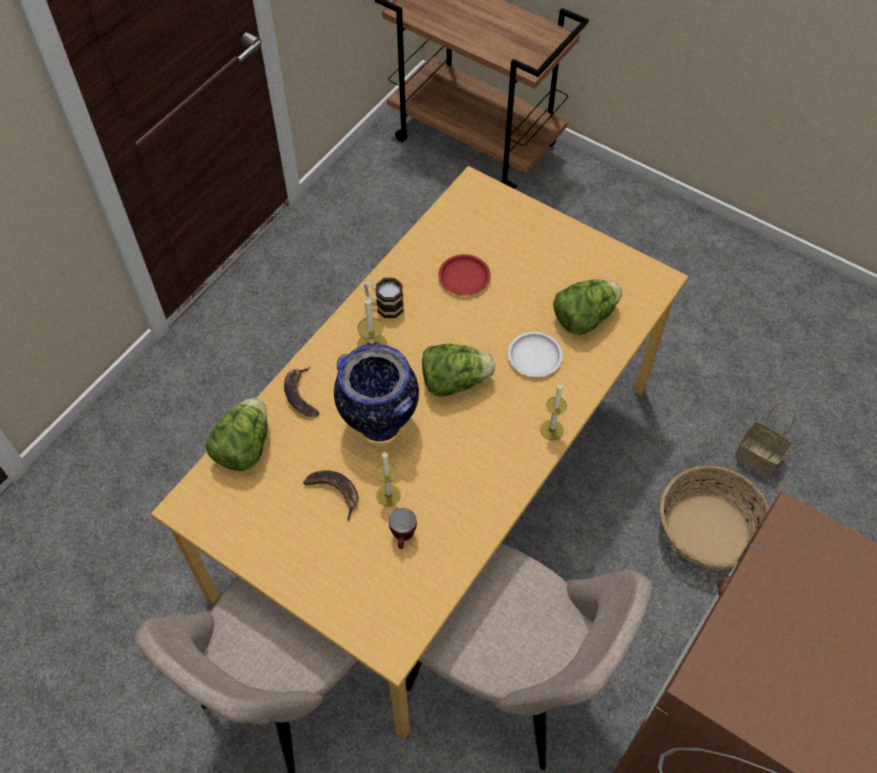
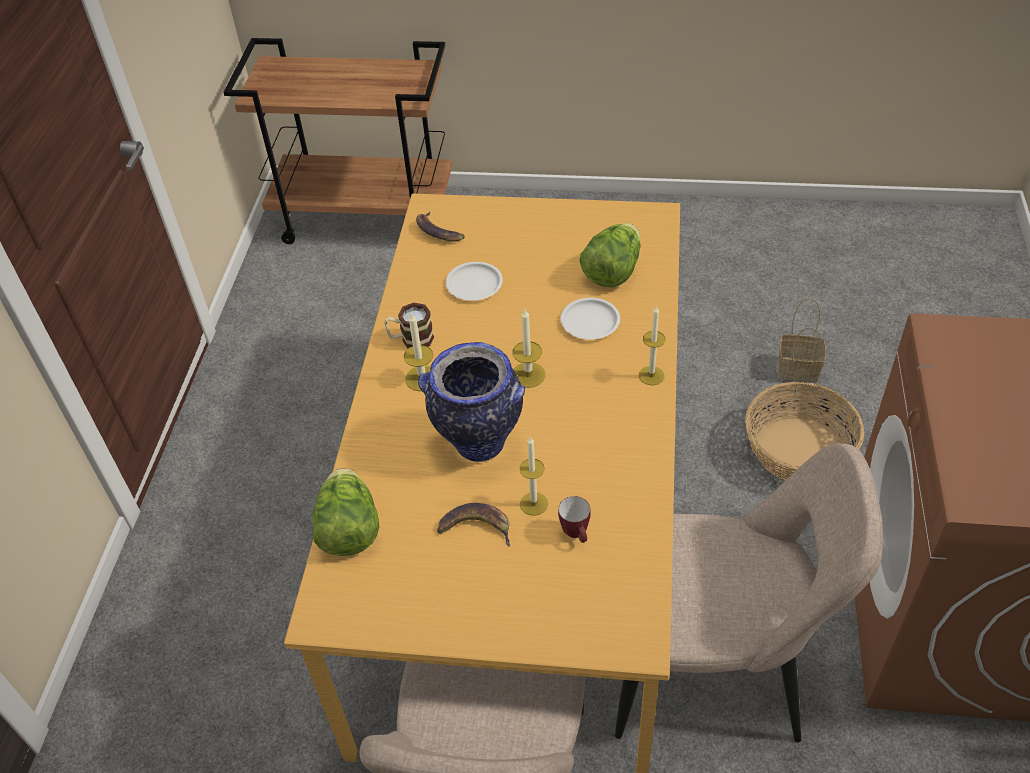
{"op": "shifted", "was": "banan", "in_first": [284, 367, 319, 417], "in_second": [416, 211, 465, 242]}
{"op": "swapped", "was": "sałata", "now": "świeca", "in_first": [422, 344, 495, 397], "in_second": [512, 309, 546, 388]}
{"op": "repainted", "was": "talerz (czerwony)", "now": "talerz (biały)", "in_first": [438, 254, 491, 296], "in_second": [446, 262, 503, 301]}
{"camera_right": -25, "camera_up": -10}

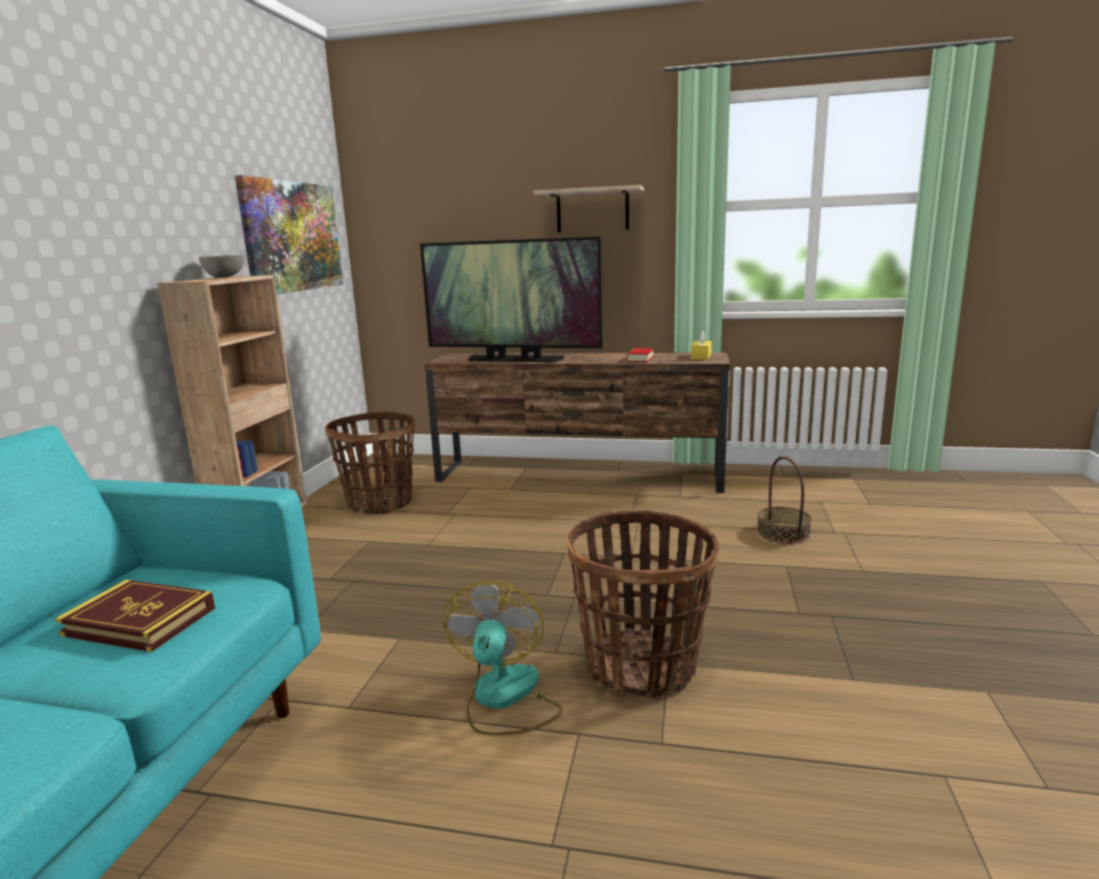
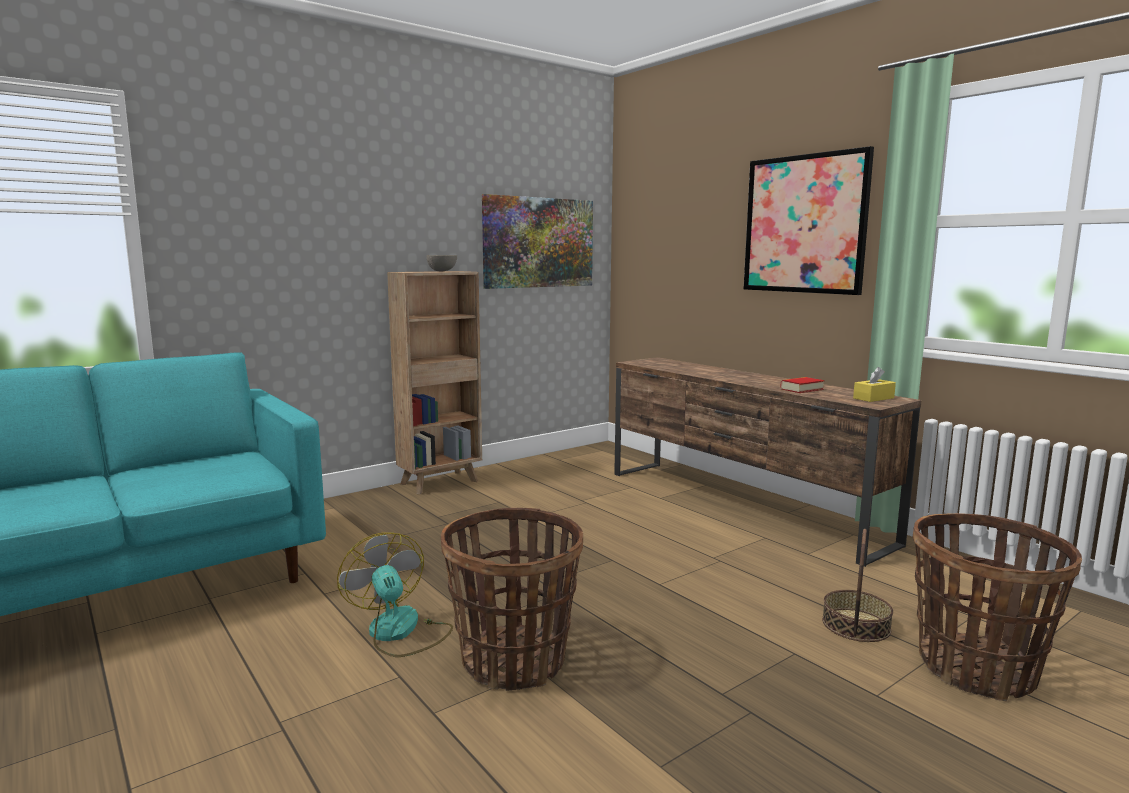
{"op": "gone", "was": "książka", "in_first": [55, 580, 215, 652]}
{"op": "shifted", "was": "koszyk", "in_first": [325, 412, 415, 515], "in_second": [913, 513, 1082, 701]}
{"op": "gone", "was": "telewizor", "in_first": [420, 237, 603, 362]}
{"op": "rotated", "was": "wentylator", "in_first": [443, 581, 562, 736], "in_second": [337, 532, 453, 657], "clockwise": -75}
{"op": "swapped", "was": "półka", "now": "obraz", "in_first": [533, 185, 644, 233], "in_second": [744, 146, 874, 295]}
{"camera_right": 40, "camera_up": -5}

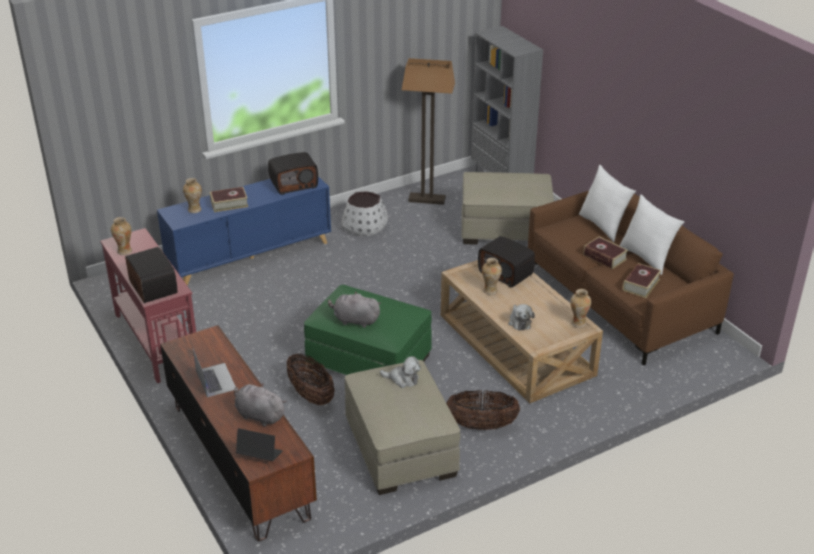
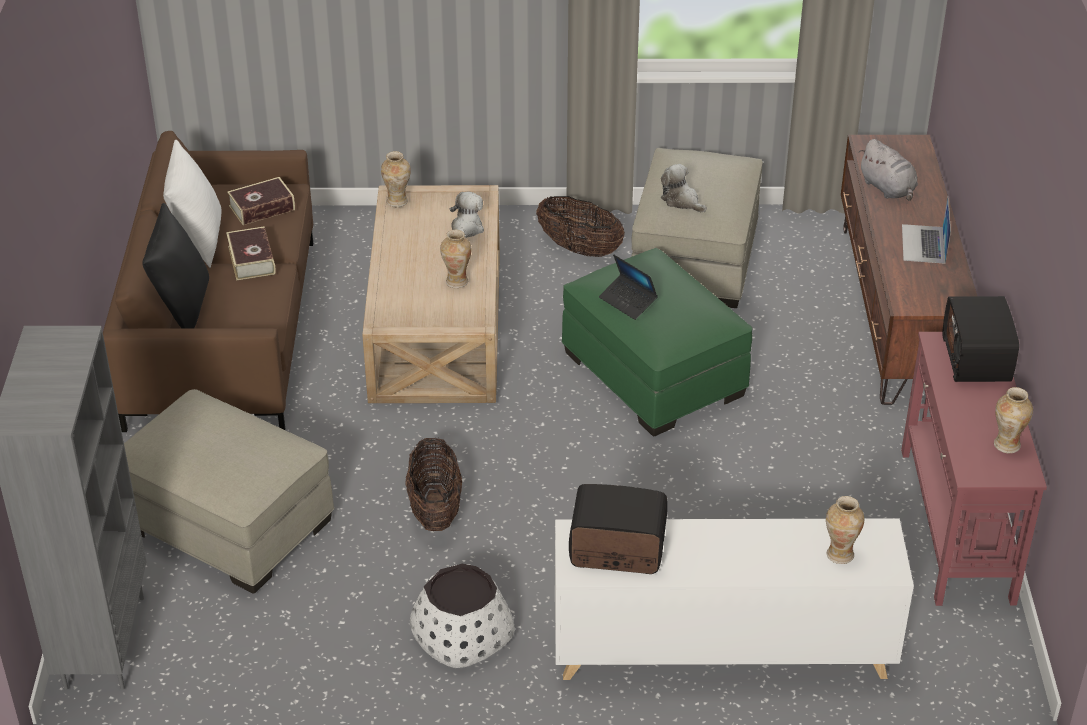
{"op": "repainted", "was": "szafka (niebieski)", "now": "szafka (biały)", "in_first": [157, 176, 331, 286], "in_second": [555, 518, 914, 680]}
{"op": "gone", "was": "książka", "in_first": [210, 187, 248, 212]}
{"op": "shifted", "was": "laptop", "in_first": [236, 428, 283, 461], "in_second": [599, 255, 658, 320]}
{"op": "shifted", "was": "koszyk", "in_first": [287, 354, 335, 405], "in_second": [405, 437, 462, 531]}
{"op": "gone", "was": "pluszak (szary)", "in_first": [328, 291, 381, 328]}
{"op": "gone", "was": "lampa stojąca", "in_first": [402, 58, 455, 205]}
{"op": "gone", "was": "radio", "in_first": [478, 236, 535, 288]}
{"op": "repainted", "was": "poduszka (biały)", "now": "poduszka (czarny)", "in_first": [579, 165, 636, 242], "in_second": [142, 203, 209, 329]}
{"camera_right": -150, "camera_up": 5}

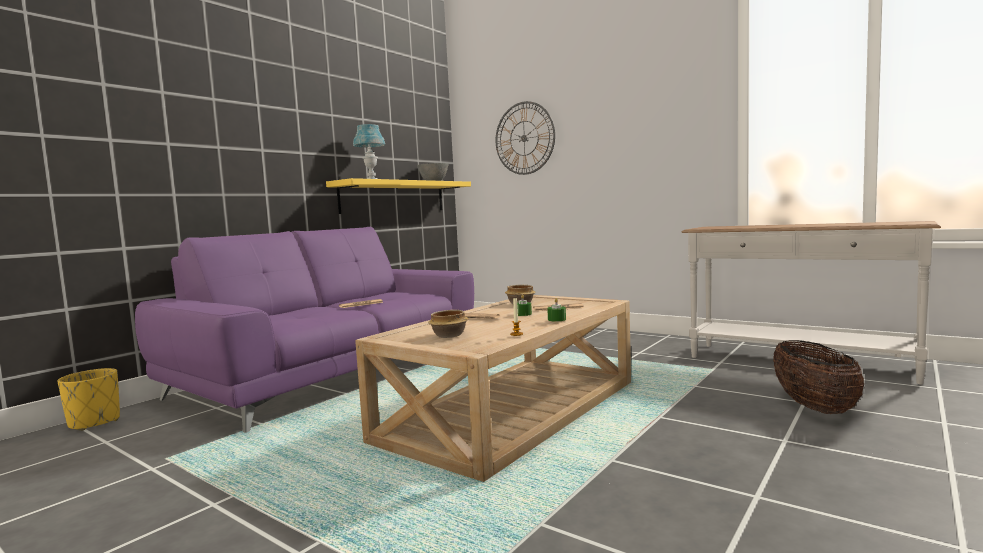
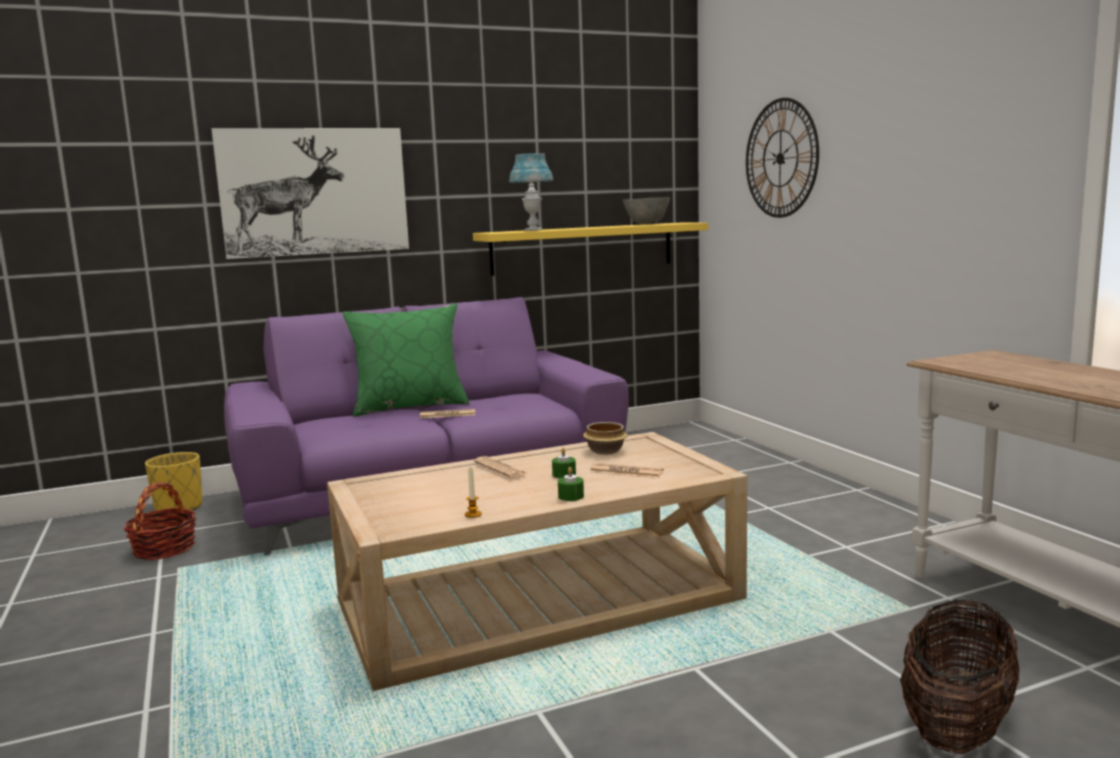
{"op": "gone", "was": "miska", "in_first": [428, 310, 468, 338]}
{"op": "new", "now": "koszyk", "in_second": [124, 482, 197, 560]}
{"op": "new", "now": "obraz", "in_second": [211, 128, 409, 259]}
{"op": "new", "now": "poduszka (zielony)", "in_second": [343, 303, 469, 416]}
{"camera_right": 30, "camera_up": 5}

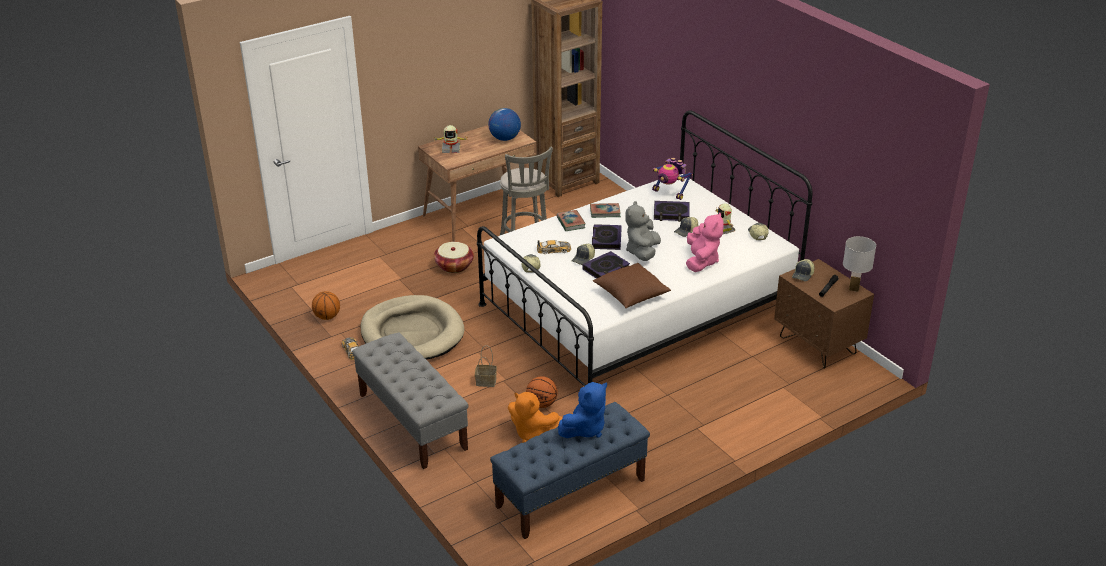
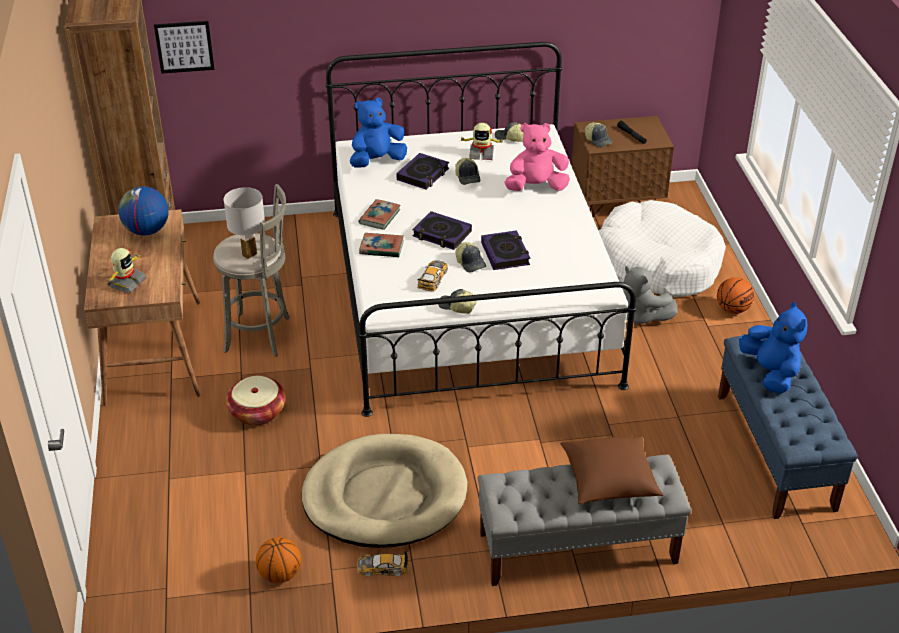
{"op": "gone", "was": "koszyk", "in_first": [475, 345, 497, 387]}
{"op": "gone", "was": "pluszak (pomarańczowy)", "in_first": [508, 392, 562, 443]}
{"op": "shifted", "was": "piłka do koszykówki", "in_first": [526, 376, 557, 408], "in_second": [717, 277, 754, 314]}
{"op": "shifted", "was": "poduszka (brązowy)", "in_first": [593, 263, 671, 308], "in_second": [560, 436, 663, 504]}
{"op": "shifted", "was": "pluszak (szary)", "in_first": [625, 201, 661, 261], "in_second": [618, 266, 678, 324]}
{"op": "swapped", "was": "robot zabawkowy", "now": "pluszak (niebieski)", "in_first": [652, 158, 693, 200], "in_second": [350, 98, 407, 168]}
{"op": "rotated", "was": "pluszak (różowy)", "in_first": [686, 212, 724, 272], "in_second": [505, 123, 570, 191], "clockwise": -45}
{"op": "shifted", "was": "lampa stołowa (biały)", "in_first": [843, 236, 876, 292], "in_second": [223, 187, 265, 259]}
{"op": "new", "now": "obraz", "in_second": [154, 21, 215, 74]}
{"op": "new", "now": "legowisko (biały)", "in_second": [598, 200, 726, 298]}
{"camera_right": -65, "camera_up": 5}

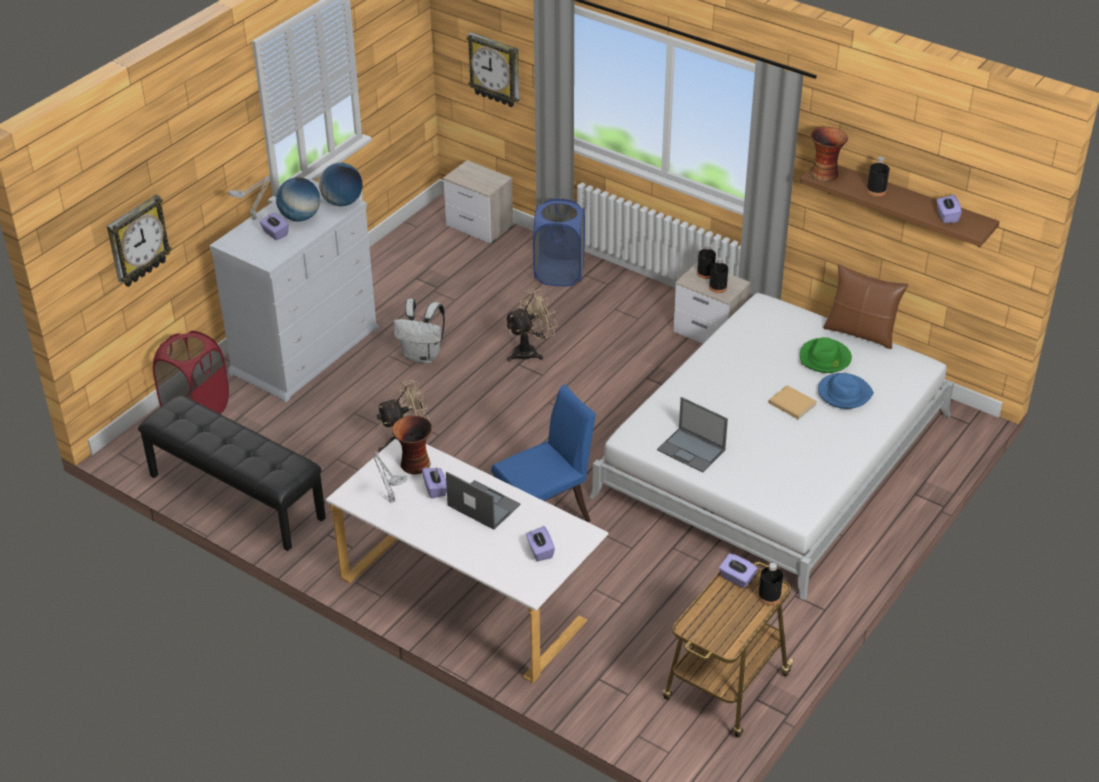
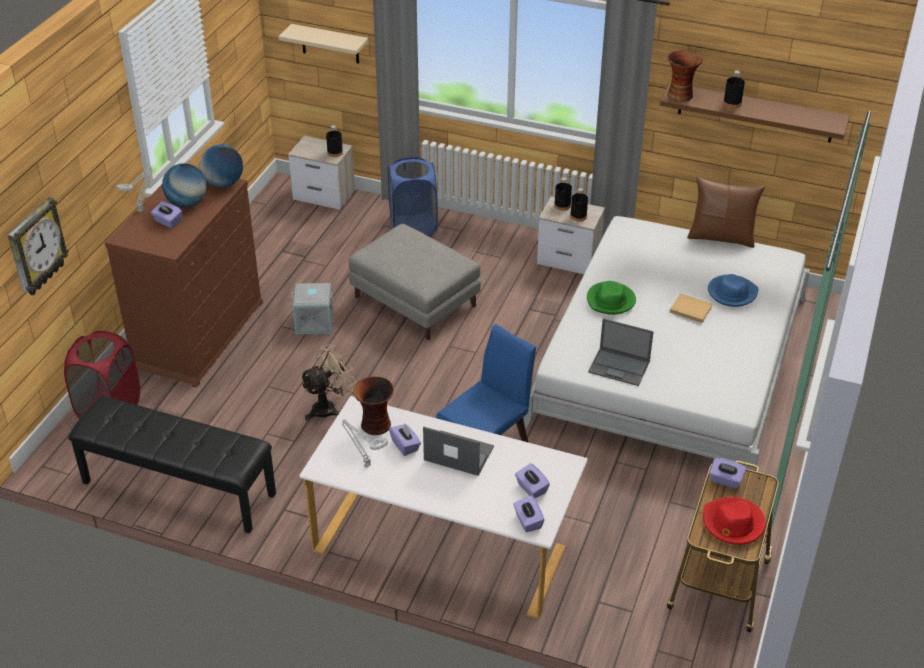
{"op": "repainted", "was": "komoda (biały)", "now": "komoda (brązowy)", "in_first": [209, 178, 379, 403], "in_second": [105, 179, 263, 388]}
{"op": "swapped", "was": "plecak (biały)", "now": "pojemnik do przechowywania (szary)", "in_first": [394, 299, 445, 363], "in_second": [291, 283, 333, 334]}
{"op": "swapped", "was": "zegar ścienny", "now": "półka (beżowy)", "in_first": [466, 32, 519, 107], "in_second": [278, 24, 368, 64]}
{"op": "swapped", "was": "wentylator (beżowy)", "now": "pufa (szary)", "in_first": [504, 289, 558, 362], "in_second": [349, 224, 481, 340]}
{"op": "shifted", "was": "butelka (czarny)", "in_first": [758, 563, 783, 605], "in_second": [326, 125, 343, 157]}
{"op": "shifted", "was": "kapelusz (zielony)", "in_first": [800, 337, 852, 373], "in_second": [587, 281, 636, 315]}
{"op": "shifted", "was": "pudełko chusteczek (fioletowy)", "in_first": [936, 195, 962, 223], "in_second": [513, 495, 544, 532]}
{"op": "new", "now": "kapelusz (czerwony)", "in_second": [703, 497, 766, 545]}
{"camera_right": -15, "camera_up": 0}

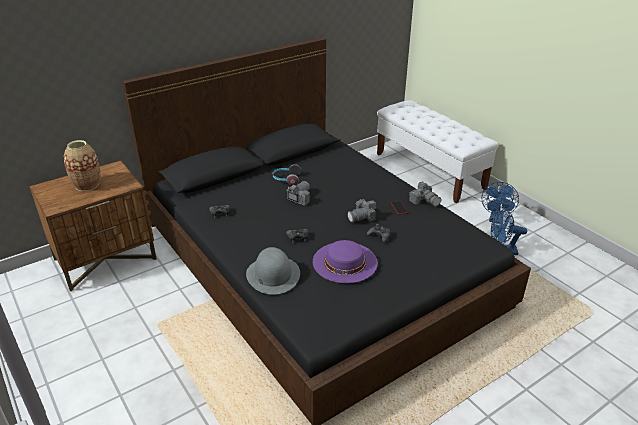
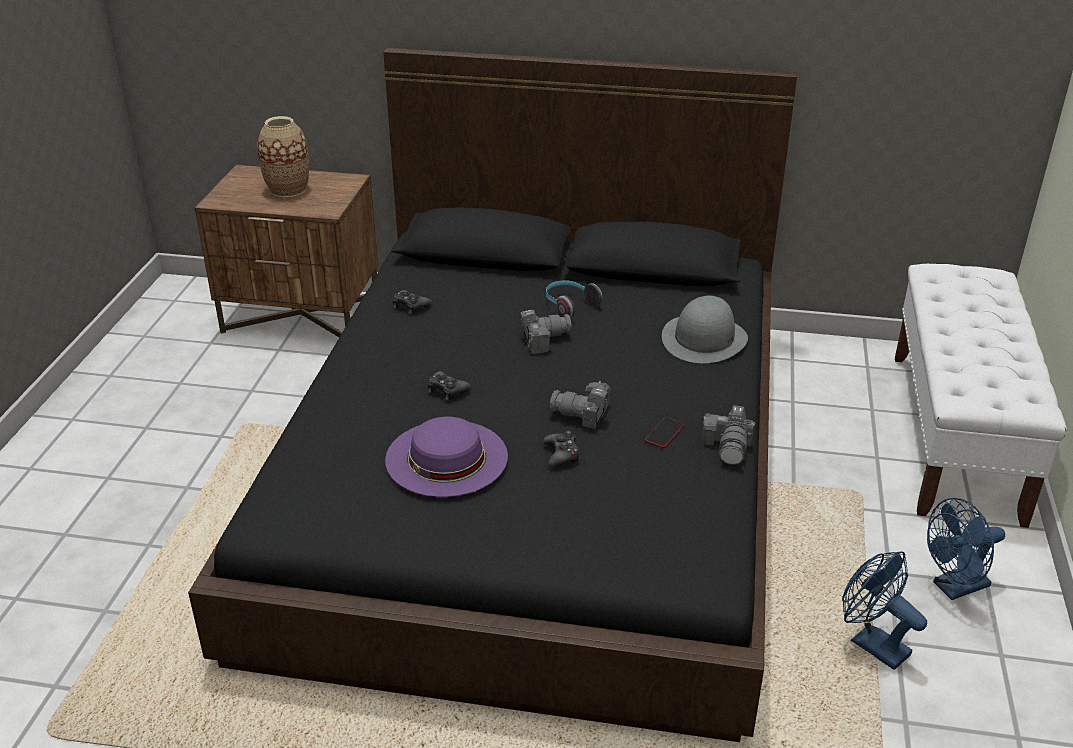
{"op": "shifted", "was": "kapelusz (szary)", "in_first": [246, 247, 300, 295], "in_second": [662, 296, 748, 363]}
{"camera_right": 45, "camera_up": 0}

